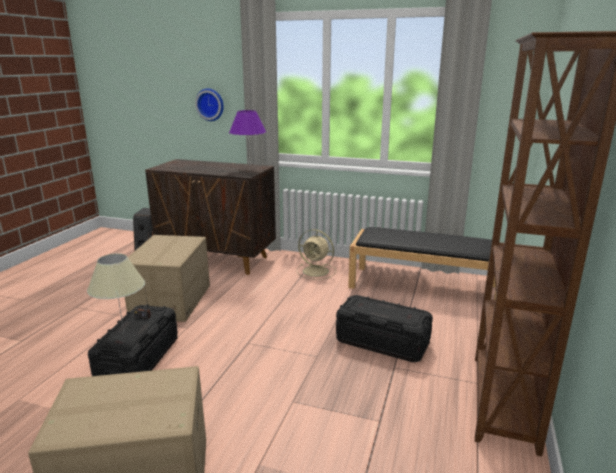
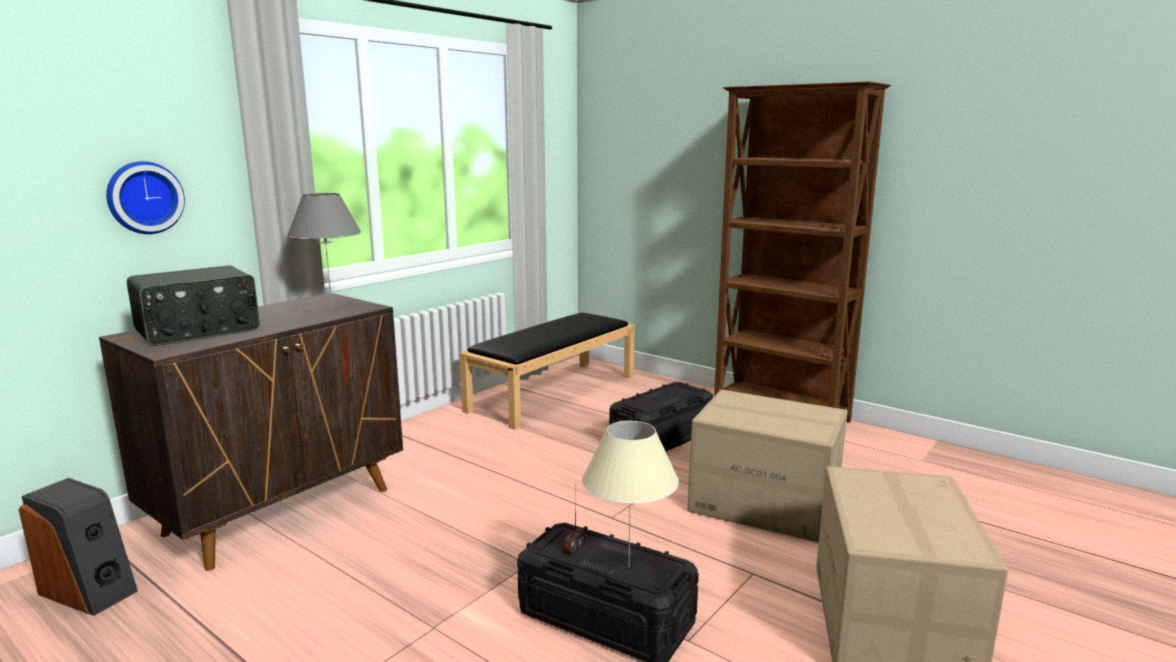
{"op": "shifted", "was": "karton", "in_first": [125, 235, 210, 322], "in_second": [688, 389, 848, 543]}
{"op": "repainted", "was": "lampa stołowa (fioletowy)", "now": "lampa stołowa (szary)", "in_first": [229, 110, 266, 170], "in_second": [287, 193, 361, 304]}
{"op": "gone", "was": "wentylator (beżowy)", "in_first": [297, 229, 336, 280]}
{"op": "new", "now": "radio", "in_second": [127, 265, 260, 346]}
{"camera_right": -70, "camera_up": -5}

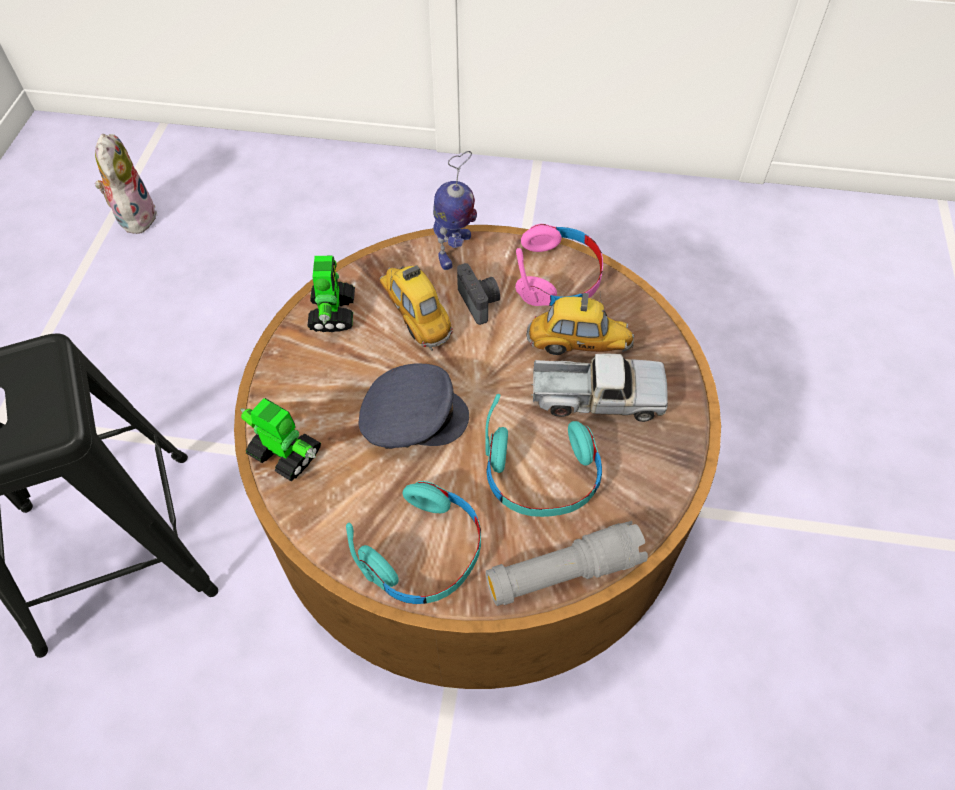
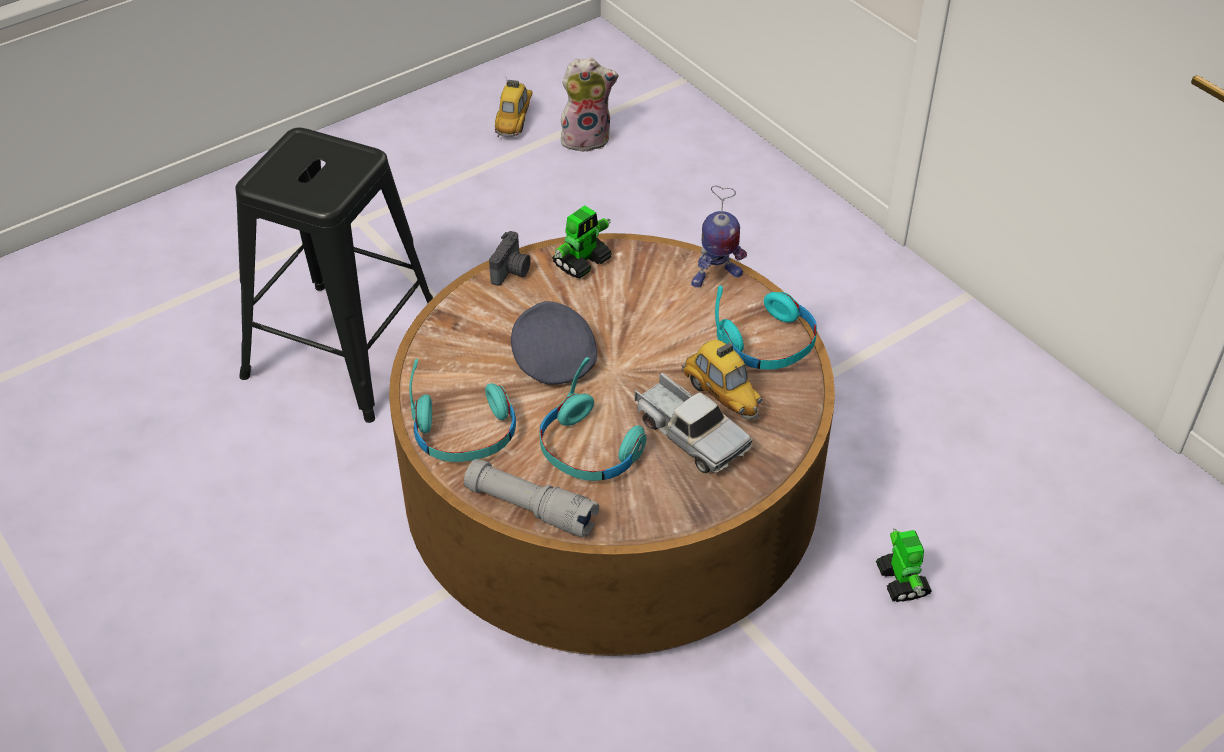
{"op": "rotated", "was": "pluszak", "in_first": [95, 134, 157, 234], "in_second": [561, 58, 619, 152], "clockwise": 45}
{"op": "shifted", "was": "robot zabawkowy", "in_first": [240, 398, 321, 481], "in_second": [876, 528, 932, 602]}
{"op": "rotated", "was": "czapka z daszkiem (szary)", "in_first": [359, 363, 469, 449], "in_second": [511, 301, 597, 385], "clockwise": -150}
{"op": "shifted", "was": "samochodzik", "in_first": [380, 265, 453, 351], "in_second": [495, 80, 532, 137]}
{"op": "shifted", "was": "aparat fotograficzny", "in_first": [457, 263, 500, 325], "in_second": [489, 231, 531, 286]}
{"op": "repainted", "was": "słuchawki (różowy)", "now": "słuchawki (turkusowy)", "in_first": [515, 224, 603, 306], "in_second": [715, 285, 817, 370]}
{"camera_right": 45, "camera_up": -10}

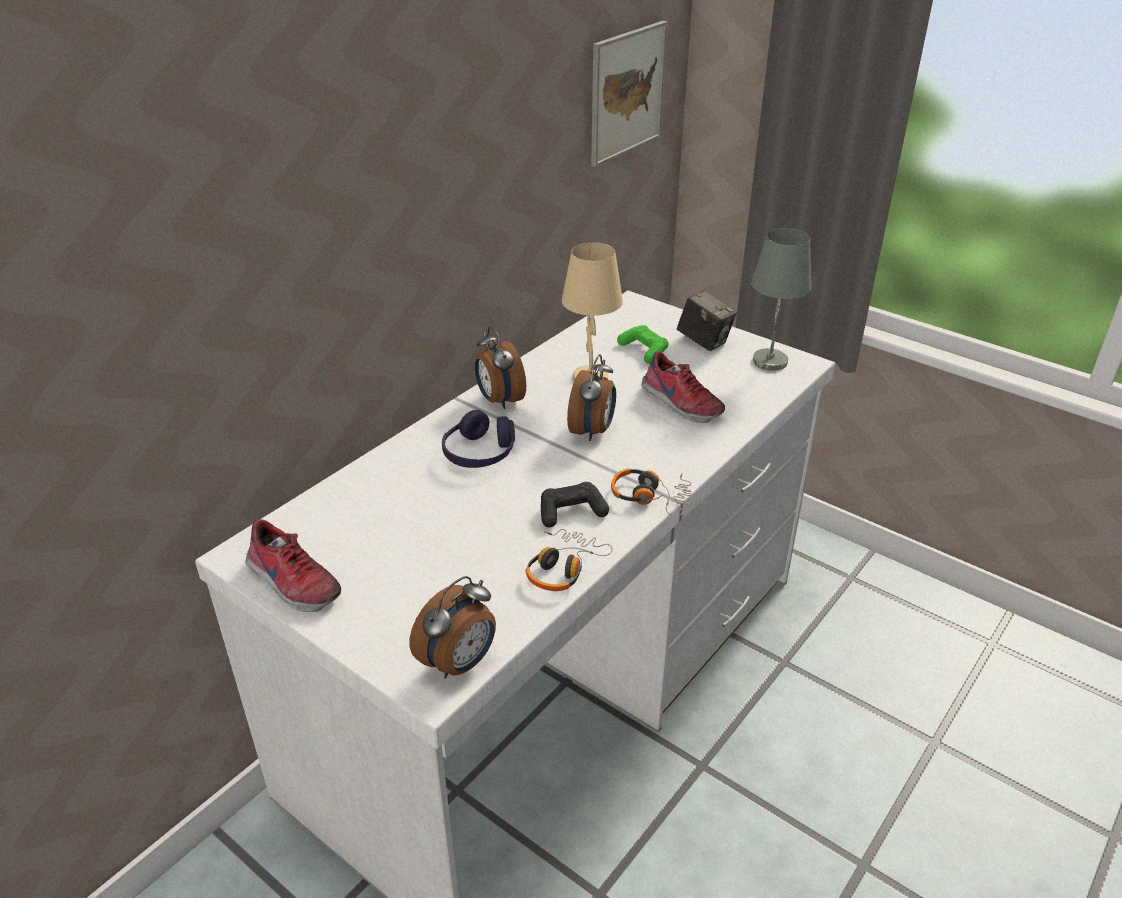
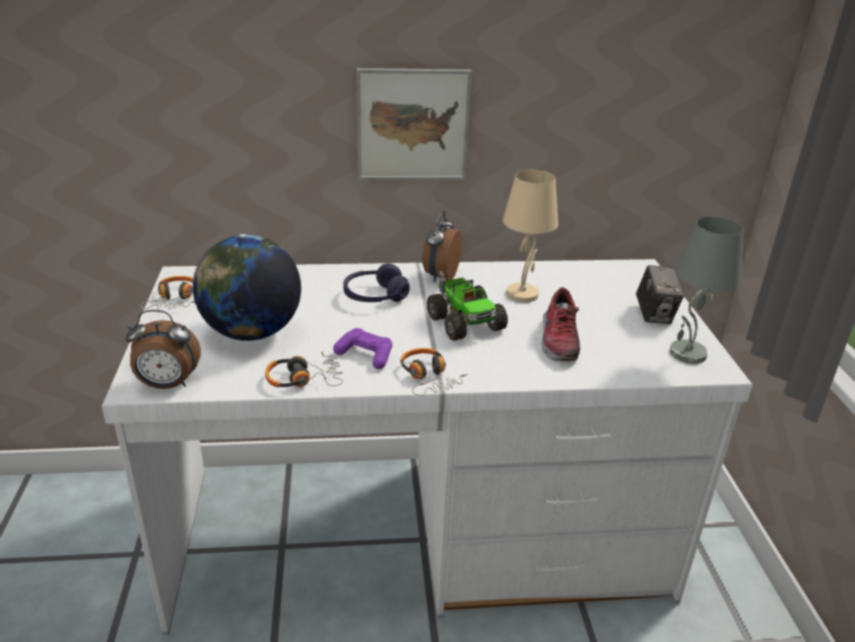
{"op": "swapped", "was": "but", "now": "słuchawki", "in_first": [245, 519, 341, 612], "in_second": [141, 276, 195, 310]}
{"op": "repainted", "was": "pad do gier (czarny)", "now": "pad do gier (fioletowy)", "in_first": [541, 482, 609, 527], "in_second": [333, 328, 392, 369]}
{"op": "swapped", "was": "budzik", "now": "ciężarówka zabawkowa", "in_first": [567, 354, 616, 441], "in_second": [427, 271, 508, 341]}
{"op": "shifted", "was": "obraz", "in_first": [591, 21, 667, 167], "in_second": [357, 68, 471, 180]}
{"op": "gone", "was": "pad do gier (zielony)", "in_first": [617, 325, 669, 364]}
{"op": "new", "now": "globus", "in_second": [193, 234, 301, 341]}
{"camera_right": 45, "camera_up": -5}

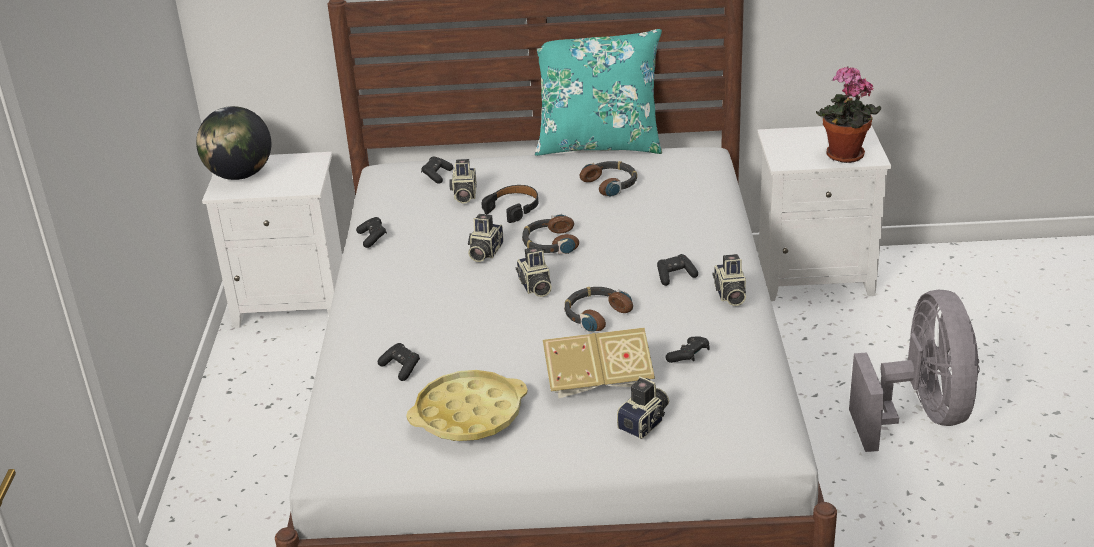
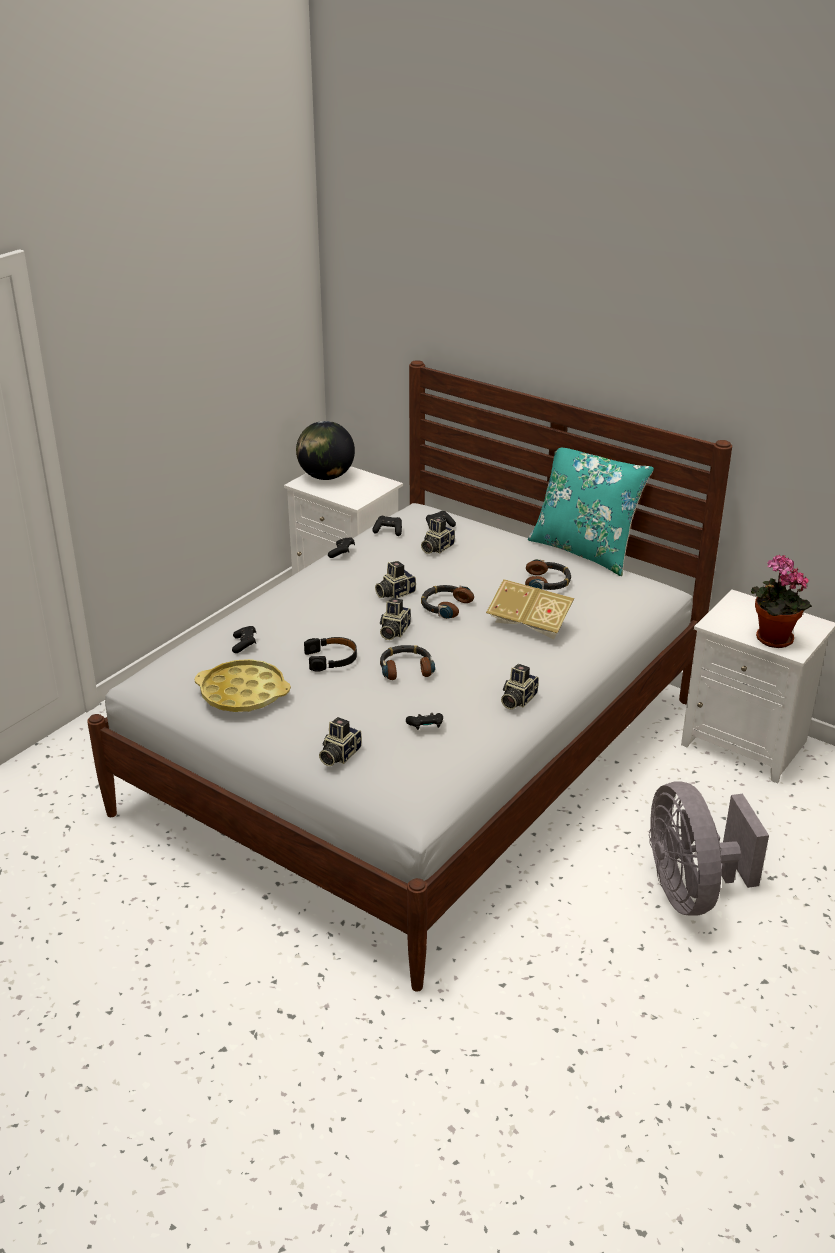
{"op": "shifted", "was": "słuchawki (czarny)", "in_first": [482, 185, 538, 223], "in_second": [304, 637, 357, 671]}
{"op": "shifted", "was": "książka", "in_first": [543, 328, 655, 398], "in_second": [486, 579, 574, 639]}
{"op": "rotated", "was": "aparat fotograficzny", "in_first": [617, 376, 669, 439], "in_second": [319, 717, 362, 766], "clockwise": 135}
{"op": "shifted", "was": "pad do gier (czarny)", "in_first": [657, 254, 698, 286], "in_second": [372, 516, 402, 536]}
{"op": "rotated", "was": "wentylator (szary)", "in_first": [849, 290, 980, 452], "in_second": [649, 781, 769, 916], "clockwise": 135}
{"camera_right": 35, "camera_up": 0}

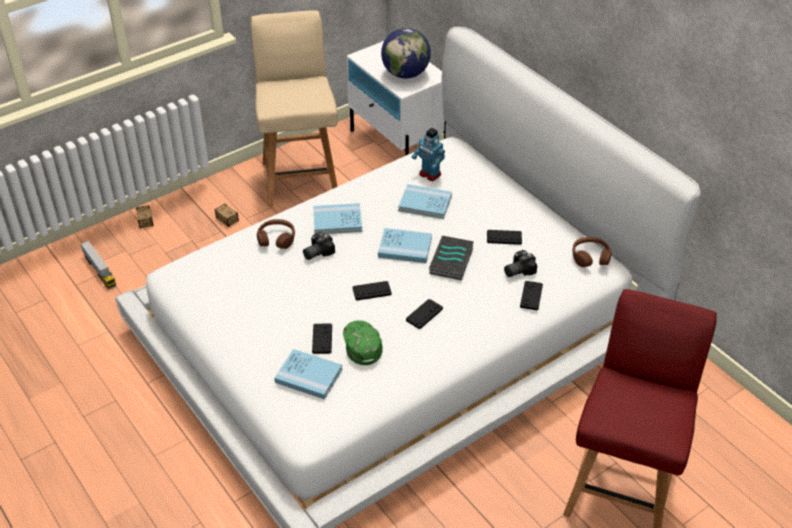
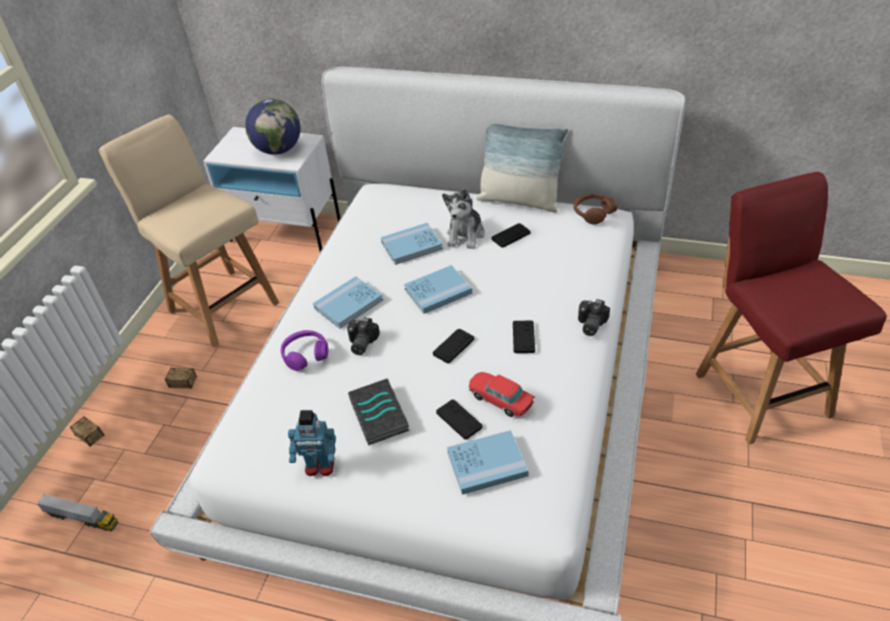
{"op": "repainted", "was": "słuchawki (brązowy)", "now": "słuchawki (fioletowy)", "in_first": [257, 219, 295, 249], "in_second": [281, 330, 328, 371]}
{"op": "swapped", "was": "czapka z daszkiem (zielony)", "now": "samochodzik", "in_first": [343, 320, 383, 365], "in_second": [469, 372, 535, 417]}
{"op": "shifted", "was": "robot zabawkowy", "in_first": [412, 128, 445, 181], "in_second": [288, 410, 336, 476]}
{"op": "shifted", "was": "książka", "in_first": [429, 236, 474, 281], "in_second": [348, 378, 409, 445]}
{"op": "shifted", "was": "aparat fotograficzny", "in_first": [504, 250, 537, 277], "in_second": [578, 299, 610, 336]}
{"op": "gone", "was": "pad do gier (czarny)", "in_first": [520, 281, 543, 310]}
{"op": "new", "now": "pluszak", "in_second": [442, 189, 485, 249]}
{"op": "new", "now": "poduszka", "in_second": [476, 124, 568, 213]}
{"camera_right": -35, "camera_up": 0}

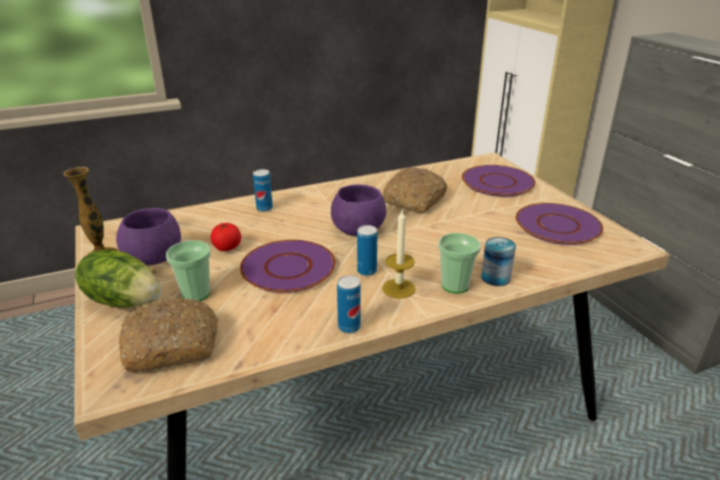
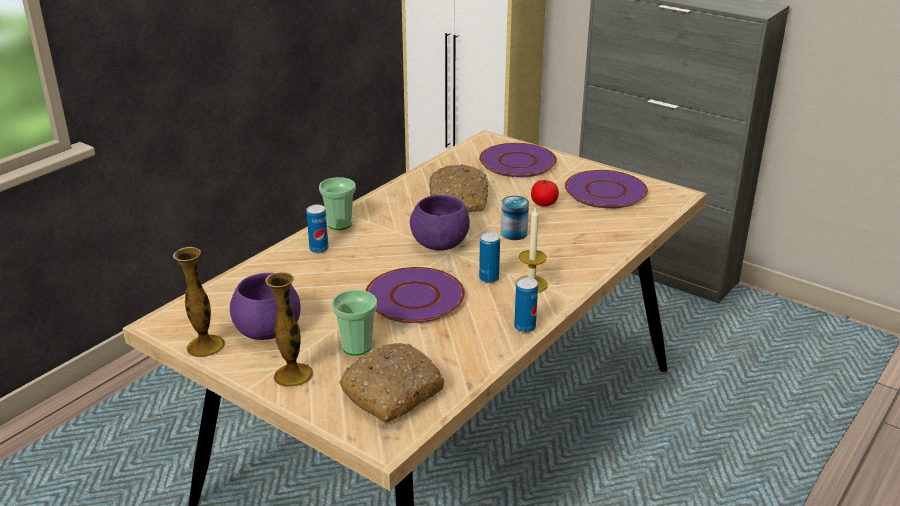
{"op": "swapped", "was": "sałata", "now": "wazon", "in_first": [75, 250, 162, 308], "in_second": [265, 272, 314, 387]}
{"op": "shifted", "was": "pomidor", "in_first": [211, 223, 241, 251], "in_second": [531, 180, 559, 207]}
{"op": "shifted", "was": "filiżanka", "in_first": [438, 233, 481, 294], "in_second": [319, 177, 356, 230]}
{"op": "shifted", "was": "puszka", "in_first": [481, 237, 516, 286], "in_second": [501, 196, 529, 240]}
{"camera_right": -30, "camera_up": 0}

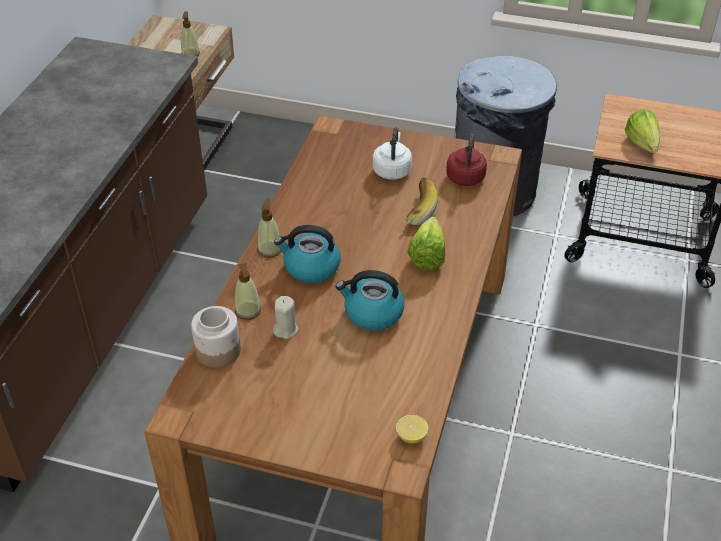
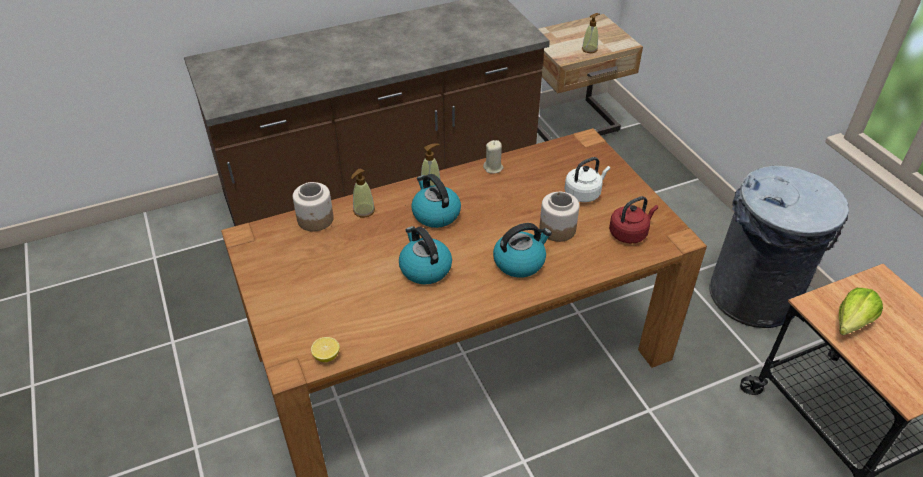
{"op": "shifted", "was": "świeca (beżowy)", "in_first": [273, 296, 298, 339], "in_second": [483, 140, 504, 173]}
{"op": "swapped", "was": "banan", "now": "słoik", "in_first": [401, 178, 438, 225], "in_second": [540, 192, 579, 242]}
{"op": "swapped", "was": "sałata", "now": "czajnik", "in_first": [407, 216, 445, 270], "in_second": [493, 223, 552, 278]}
{"camera_right": 50, "camera_up": 0}

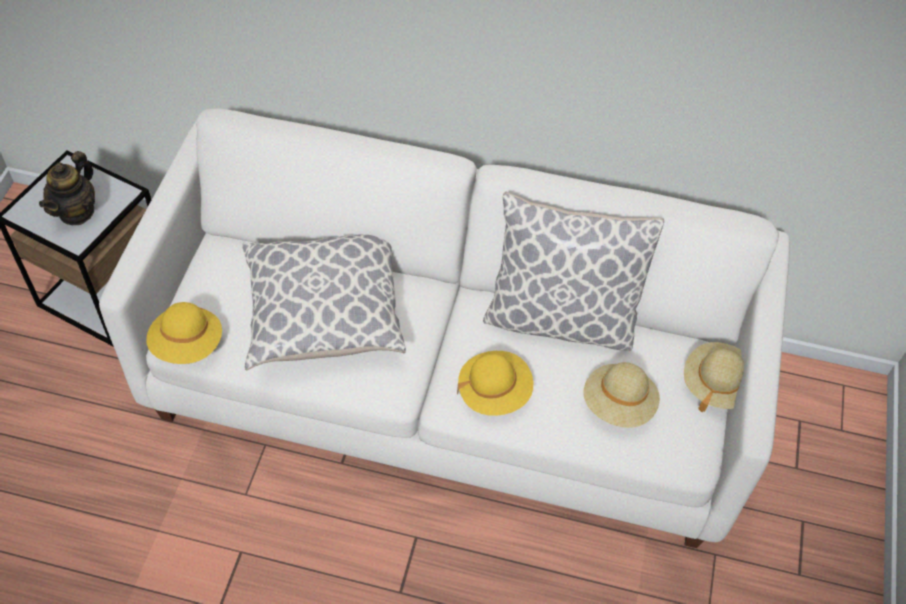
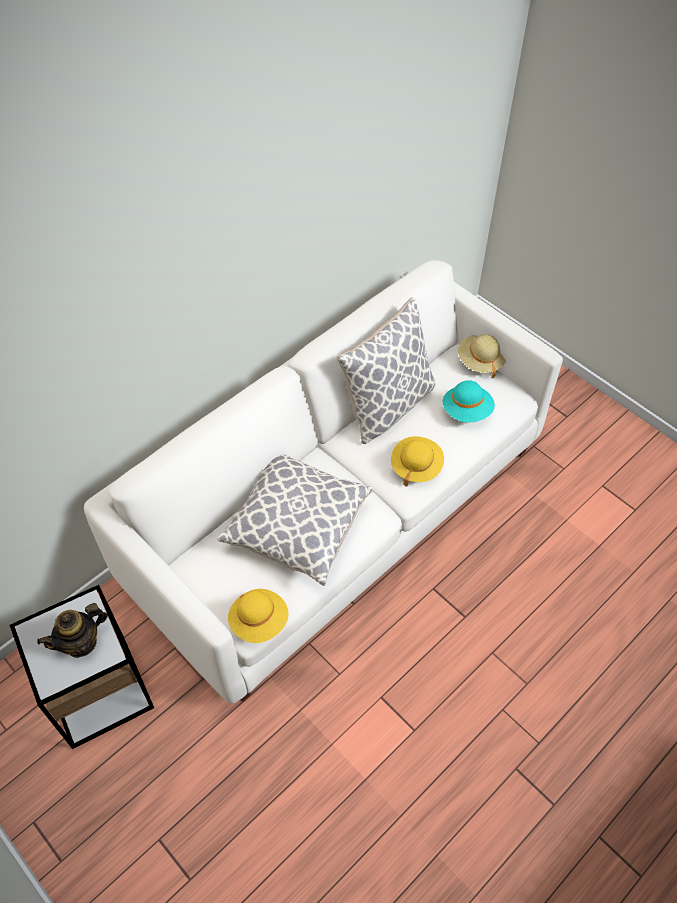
{"op": "rotated", "was": "imbryk", "in_first": [39, 151, 95, 225], "in_second": [37, 603, 108, 658], "clockwise": 90}
{"op": "repainted", "was": "kapelusz (beżowy)", "now": "kapelusz (turkusowy)", "in_first": [584, 362, 660, 428], "in_second": [443, 380, 495, 422]}
{"camera_right": -55, "camera_up": 0}

